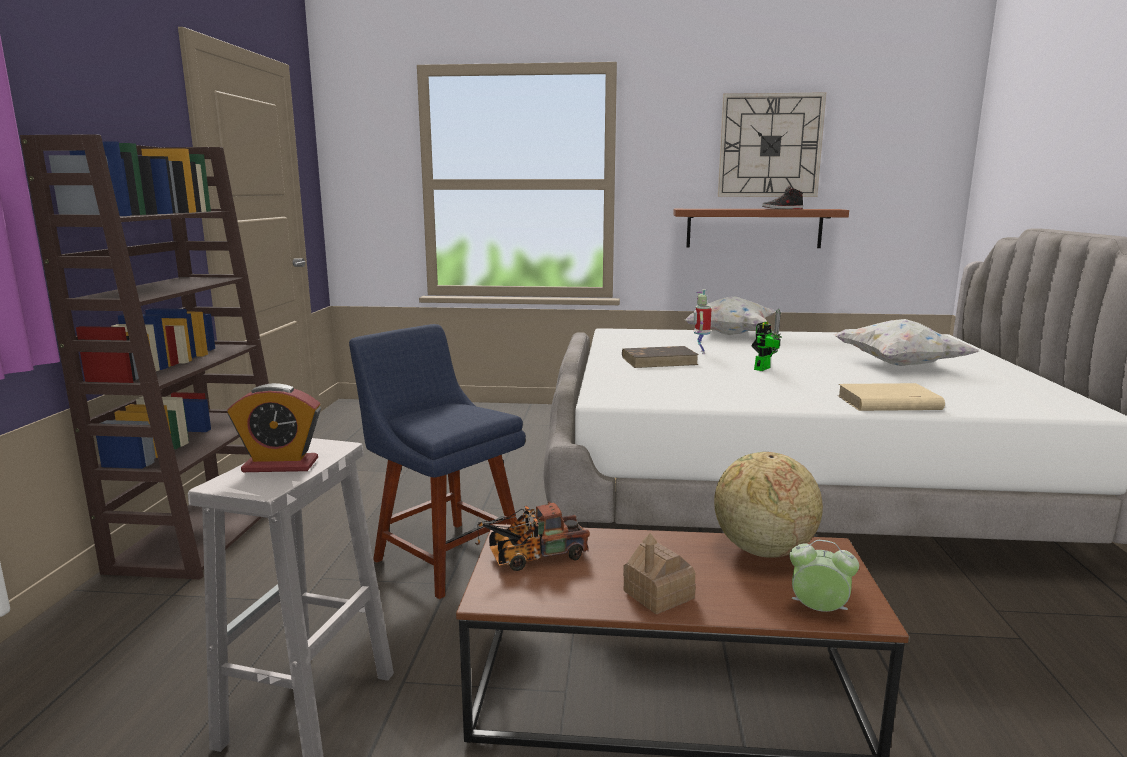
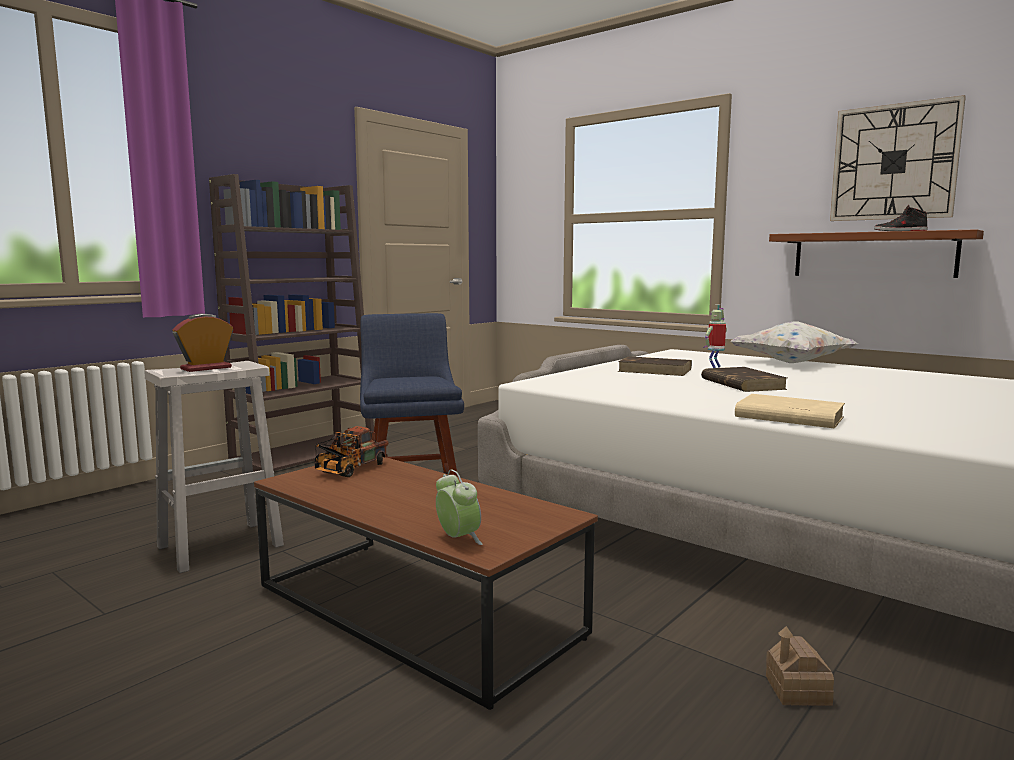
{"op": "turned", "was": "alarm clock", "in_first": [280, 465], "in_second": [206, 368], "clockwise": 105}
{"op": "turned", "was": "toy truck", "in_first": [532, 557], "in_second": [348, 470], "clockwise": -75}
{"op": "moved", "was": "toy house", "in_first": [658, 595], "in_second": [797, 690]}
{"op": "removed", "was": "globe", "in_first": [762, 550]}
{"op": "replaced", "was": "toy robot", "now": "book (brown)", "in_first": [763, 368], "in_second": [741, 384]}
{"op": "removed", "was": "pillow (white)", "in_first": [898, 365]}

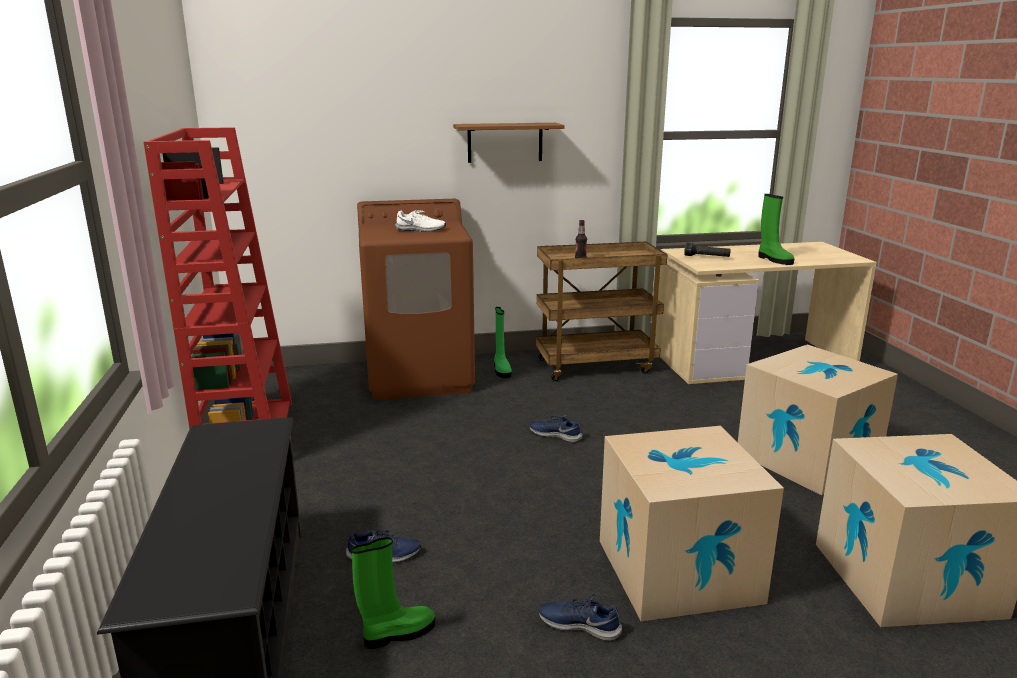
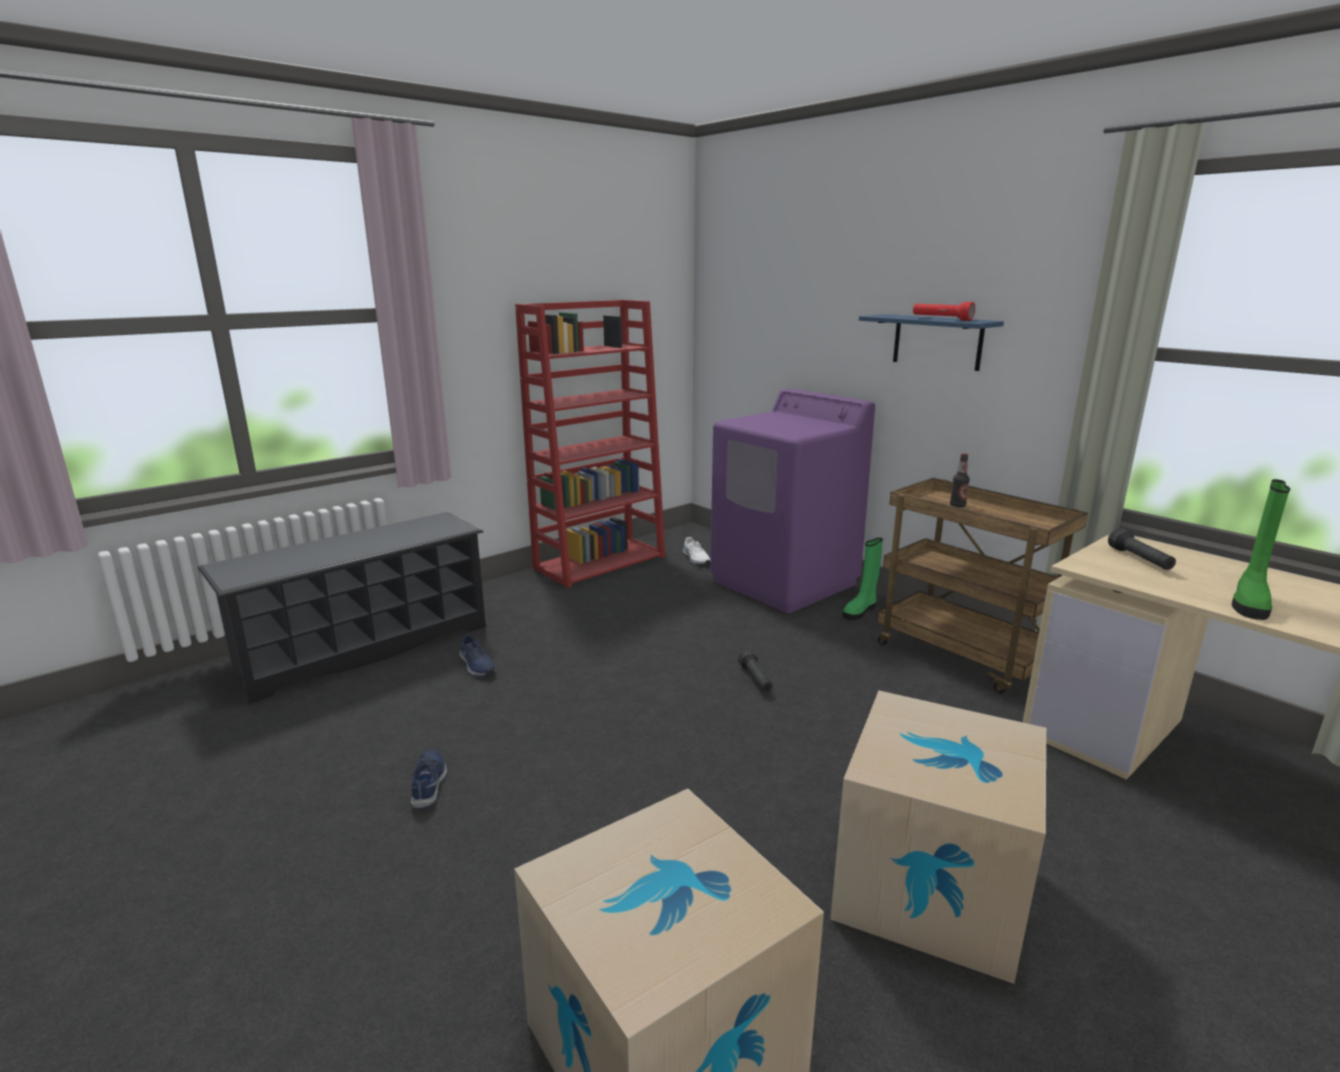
{"op": "removed", "was": "boot (green)", "in_first": [397, 634]}
{"op": "recoloured", "was": "washing machine (brown)", "now": "washing machine (purple)", "in_first": [420, 376], "in_second": [784, 582]}
{"op": "moved", "was": "shoe (white)", "in_first": [420, 230], "in_second": [696, 559]}
{"op": "recoloured", "was": "shelf (brown)", "now": "shelf (blue)", "in_first": [505, 142], "in_second": [937, 342]}
{"op": "replaced", "was": "shoe (blue)", "now": "flashlight (black)", "in_first": [555, 434], "in_second": [756, 679]}
{"op": "removed", "was": "cardboard box", "in_first": [678, 570]}
{"op": "added", "now": "flashlight (red)", "in_second": [941, 319]}

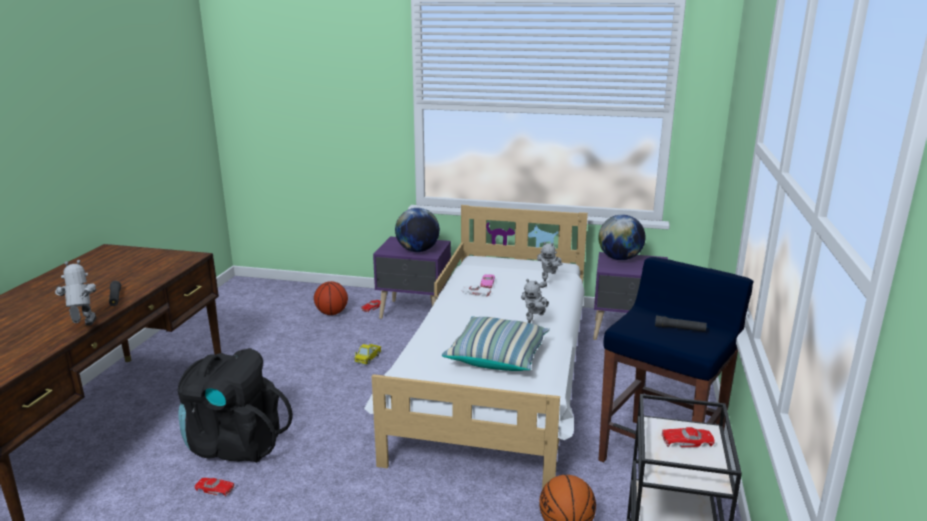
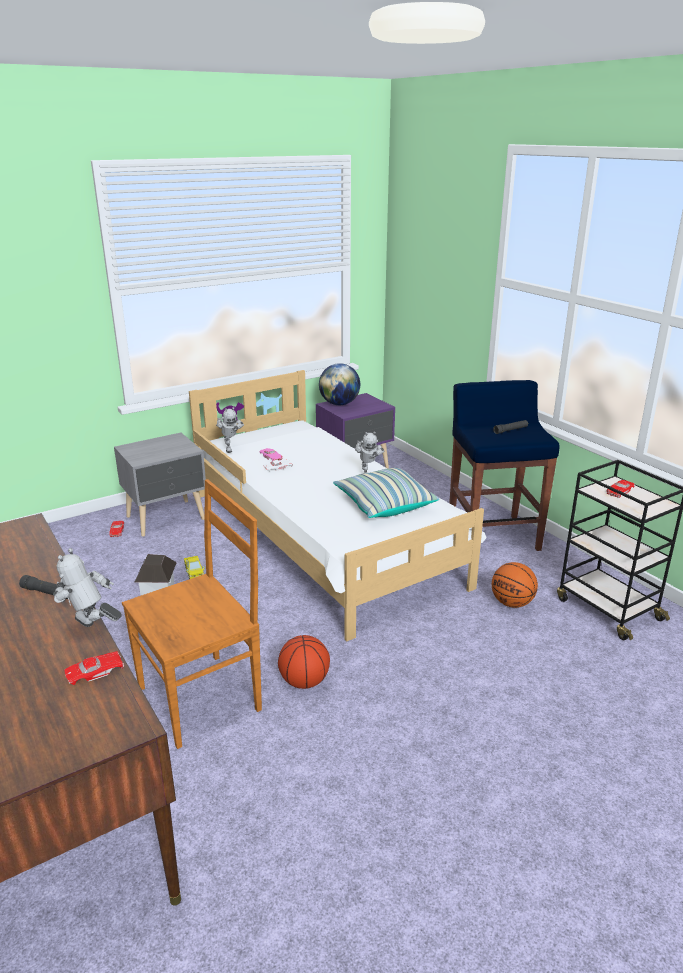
{"op": "replaced", "was": "backpack (black)", "now": "chair (brown)", "in_first": [234, 444], "in_second": [203, 697]}
{"op": "moved", "was": "toy car (red)", "in_first": [215, 489], "in_second": [95, 671]}
{"op": "moved", "was": "basketball", "in_first": [332, 313], "in_second": [304, 682]}
{"op": "recoloured", "was": "nightstand (purple)", "now": "nightstand (grey)", "in_first": [415, 313], "in_second": [167, 518]}
{"op": "removed", "was": "globe", "in_first": [417, 250]}
{"op": "moved", "was": "toy robot", "in_first": [548, 284], "in_second": [230, 448]}
{"op": "added", "now": "toy house", "in_second": [158, 589]}

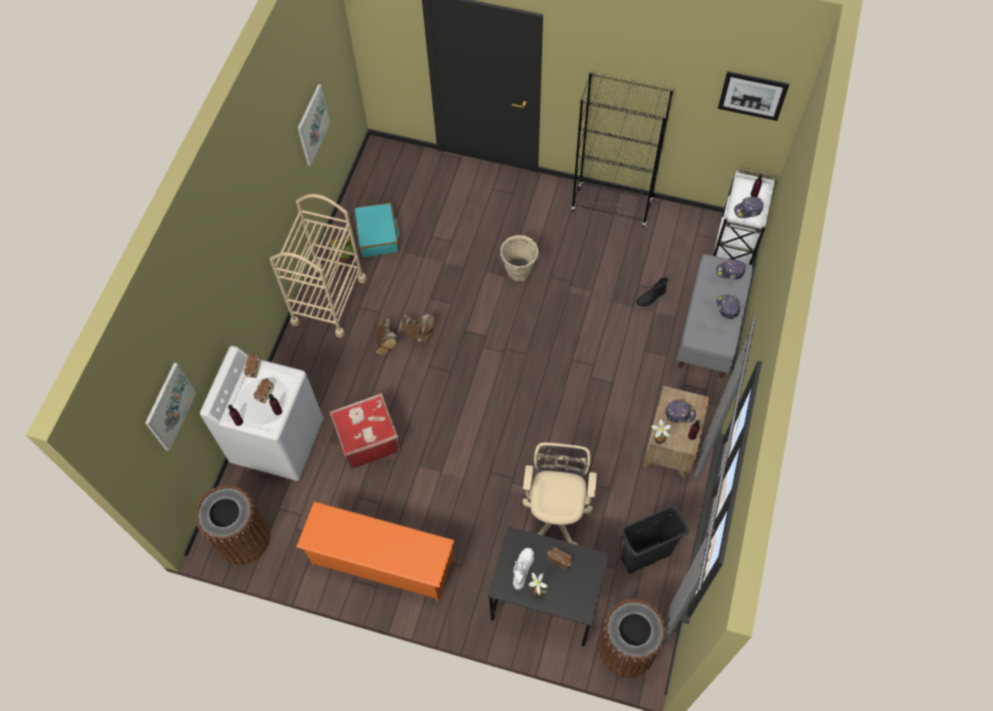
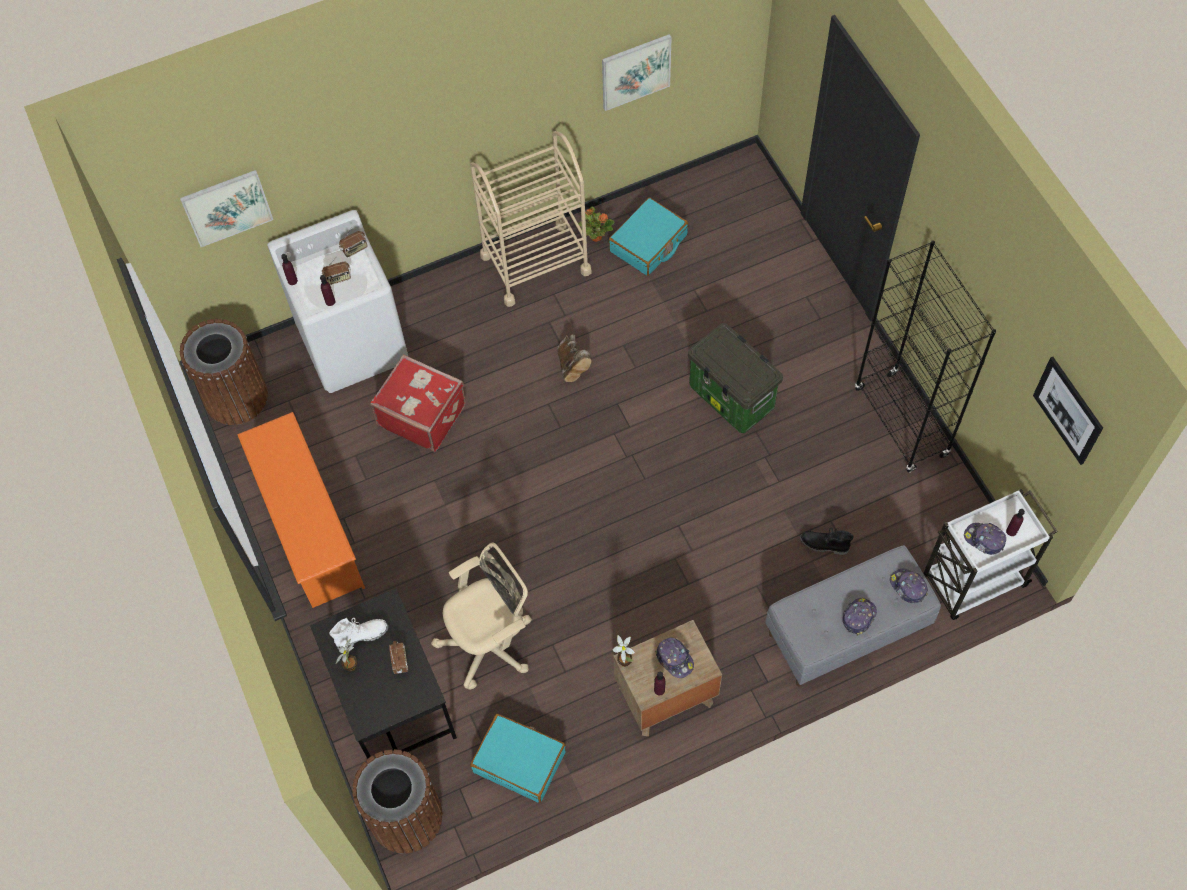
{"op": "removed", "was": "boot (brown)", "in_first": [386, 343]}
{"op": "replaced", "was": "bucket (beige)", "now": "storage box", "in_first": [519, 271], "in_second": [732, 398]}
{"op": "replaced", "was": "trash can (black)", "now": "suitcase (turquoise)", "in_first": [645, 556], "in_second": [519, 761]}

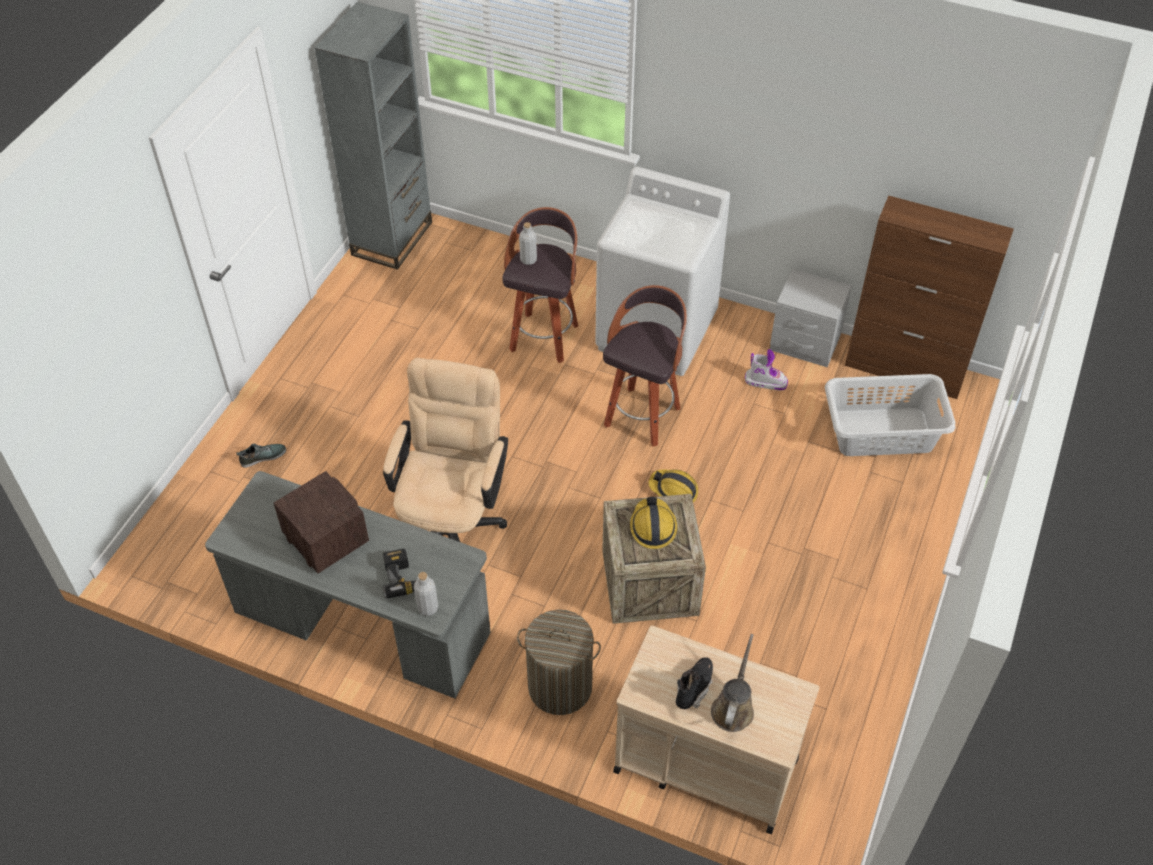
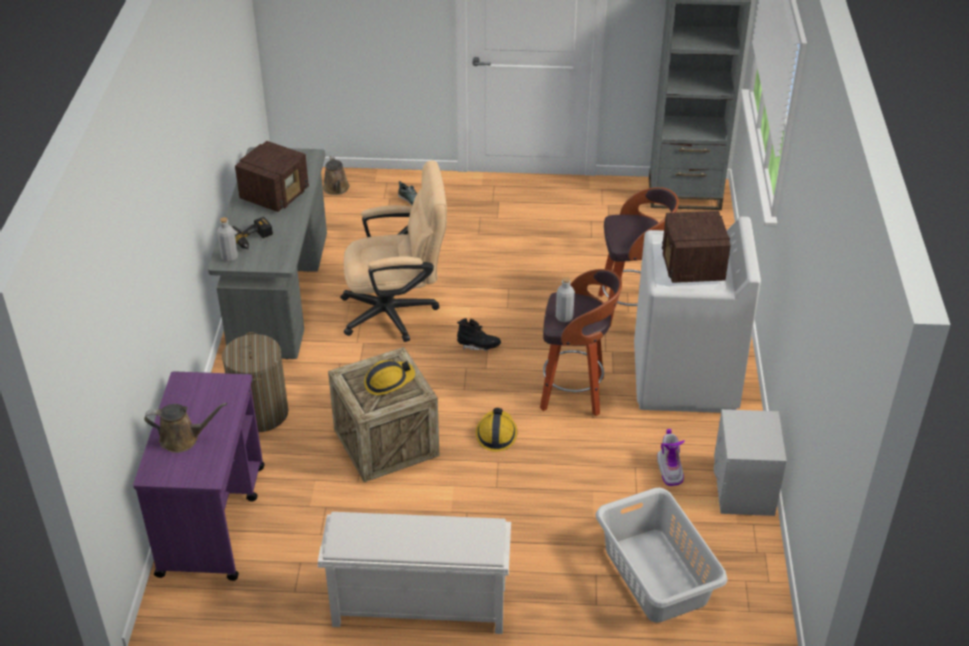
{"op": "moved", "was": "bottle (grey)", "in_first": [528, 260], "in_second": [564, 317]}
{"op": "recoloured", "was": "cart (beige)", "now": "cart (purple)", "in_first": [704, 764], "in_second": [213, 519]}
{"op": "moved", "was": "boot (black)", "in_first": [693, 688], "in_second": [478, 346]}
{"op": "removed", "was": "cabinet (brown)", "in_first": [905, 370]}
{"op": "added", "now": "shoe rack (white)", "in_second": [417, 607]}
{"op": "added", "now": "watering can (brown)", "in_second": [336, 189]}
{"op": "added", "now": "radio", "in_second": [692, 268]}

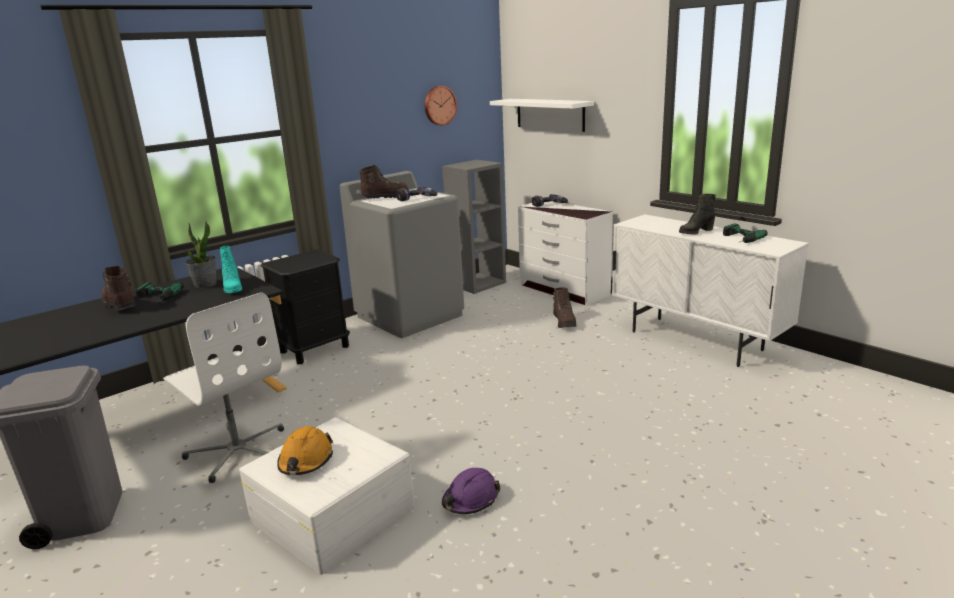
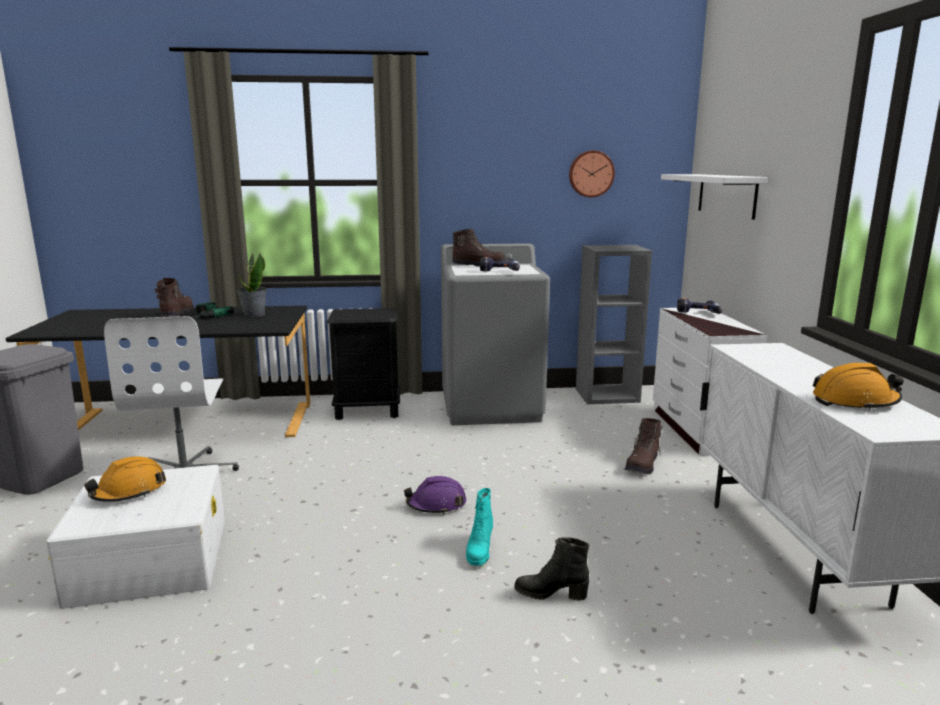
{"op": "moved", "was": "boot (turquoise)", "in_first": [232, 288], "in_second": [479, 551]}
{"op": "moved", "was": "hard hat (purple)", "in_first": [470, 499], "in_second": [436, 505]}
{"op": "moved", "was": "boot (black)", "in_first": [695, 232], "in_second": [550, 593]}
{"op": "replaced", "was": "power drill", "now": "hard hat (orange)", "in_first": [738, 239], "in_second": [855, 402]}

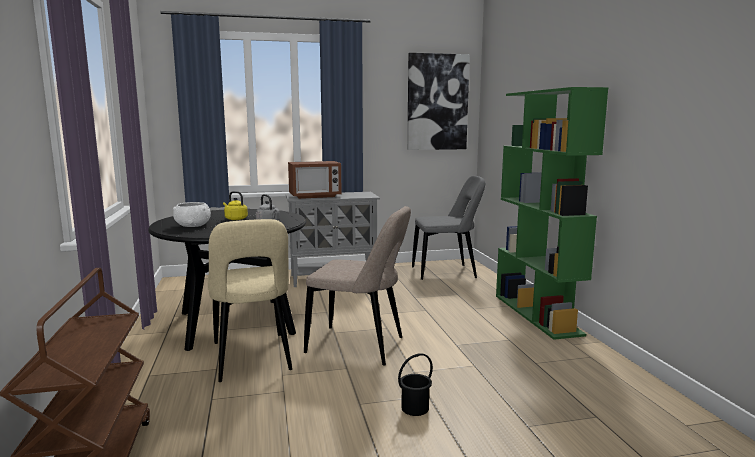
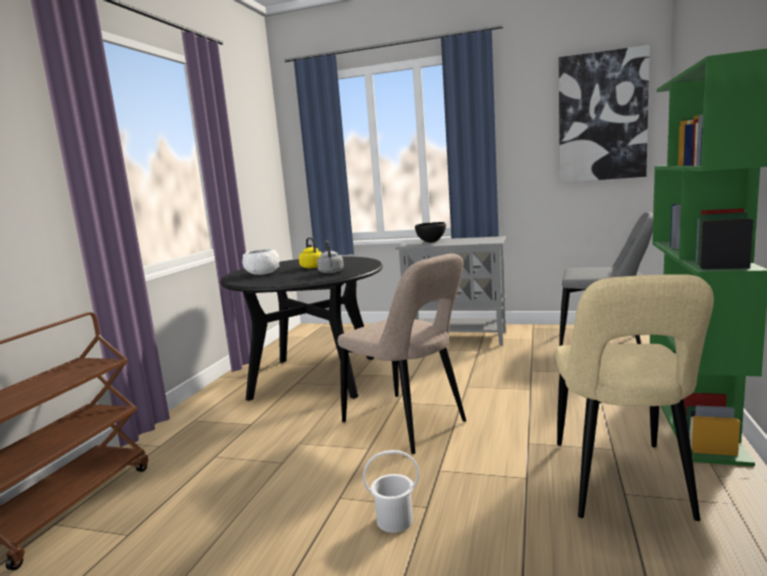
{"op": "moved", "was": "chair (beige)", "in_first": [252, 359], "in_second": [621, 483]}
{"op": "replaced", "was": "microwave", "now": "bowl (black)", "in_first": [315, 196], "in_second": [431, 242]}
{"op": "recoloured", "was": "bucket (black)", "now": "bucket (white)", "in_first": [414, 408], "in_second": [394, 520]}

